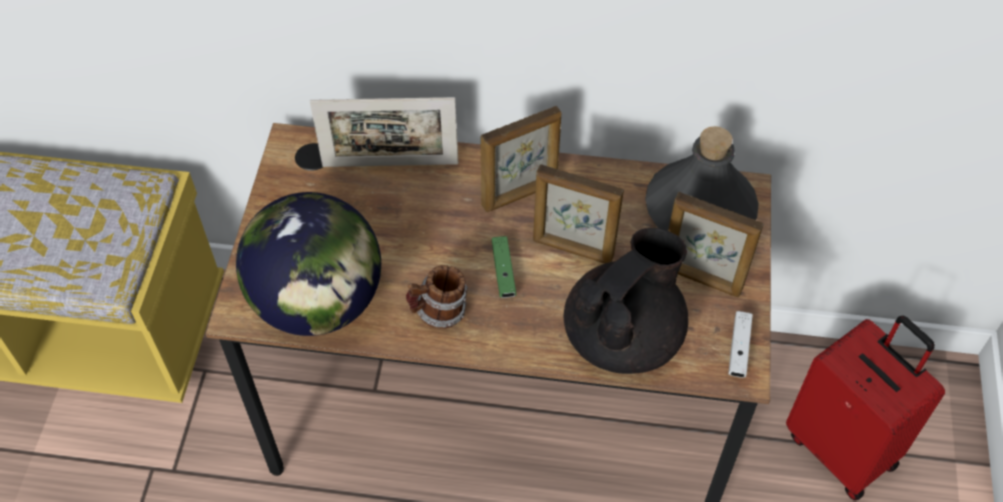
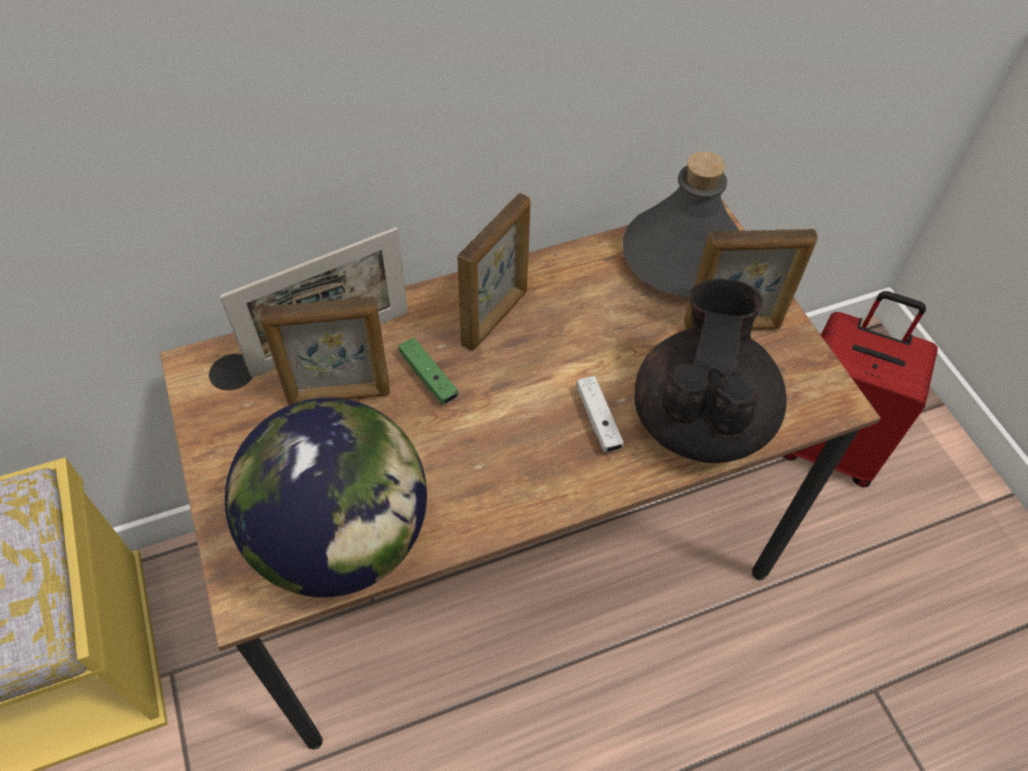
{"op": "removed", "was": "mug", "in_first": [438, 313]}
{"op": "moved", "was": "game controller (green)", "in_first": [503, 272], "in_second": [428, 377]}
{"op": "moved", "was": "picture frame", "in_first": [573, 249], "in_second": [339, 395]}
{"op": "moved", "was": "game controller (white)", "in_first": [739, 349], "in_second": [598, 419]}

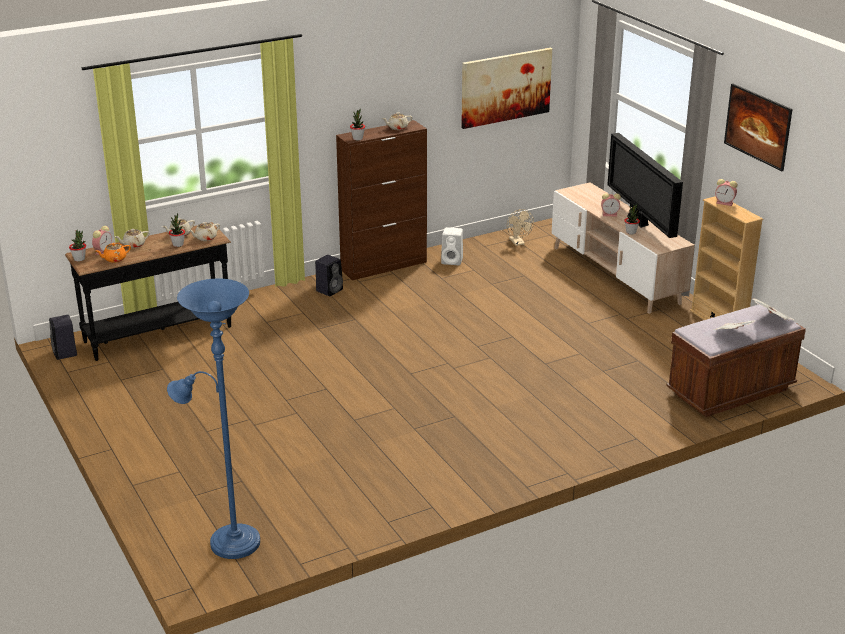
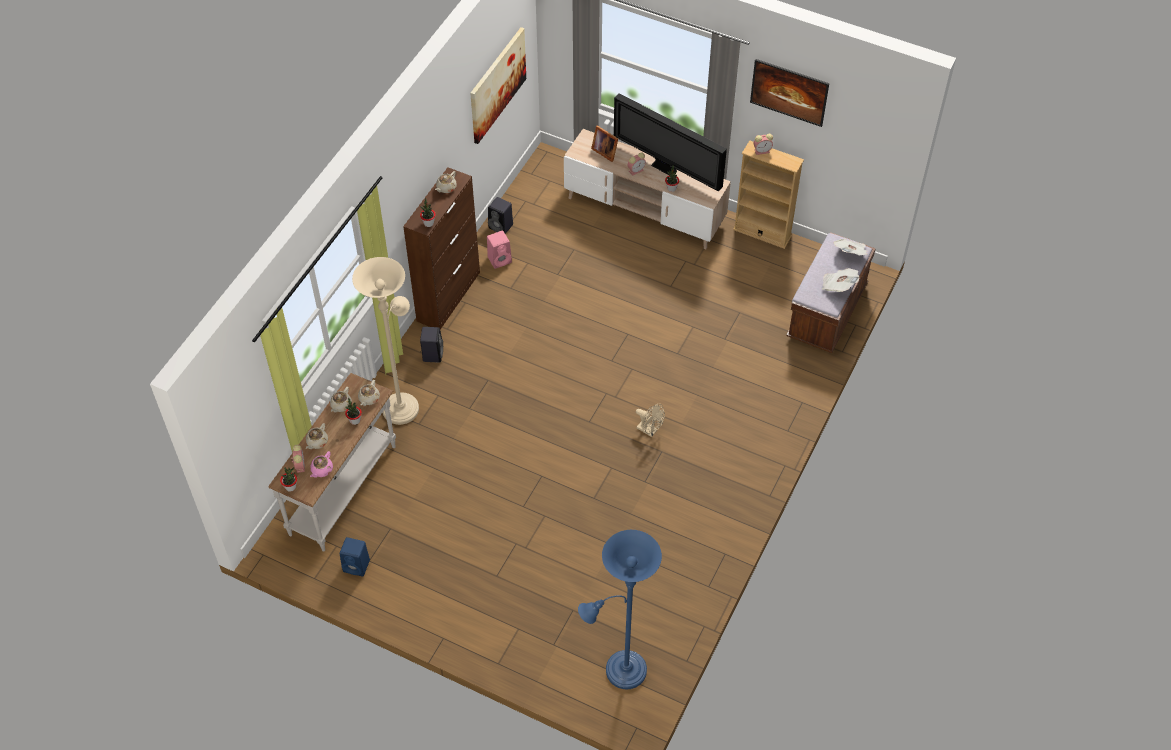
{"op": "moved", "was": "speaker (black)", "in_first": [65, 353], "in_second": [501, 226]}
{"op": "recoloured", "was": "console table (black)", "now": "console table (white)", "in_first": [158, 335], "in_second": [344, 490]}
{"op": "recoloured", "was": "teapot (orange)", "now": "teapot (pink)", "in_first": [114, 259], "in_second": [322, 470]}
{"op": "recoloured", "was": "speaker (white)", "now": "speaker (pink)", "in_first": [453, 261], "in_second": [500, 259]}
{"op": "moved", "was": "fan (beige)", "in_first": [518, 243], "in_second": [650, 430]}
{"op": "added", "now": "speaker (blue)", "in_second": [357, 566]}
{"op": "added", "now": "floor lamp (beige)", "in_second": [402, 405]}
{"op": "added", "now": "picture frame", "in_second": [605, 151]}

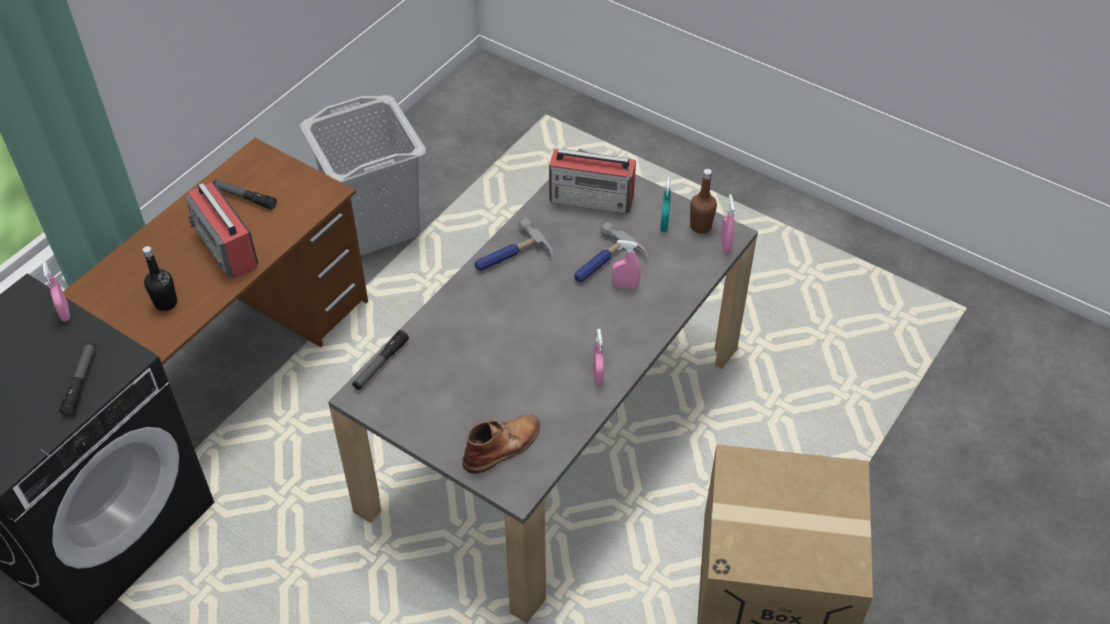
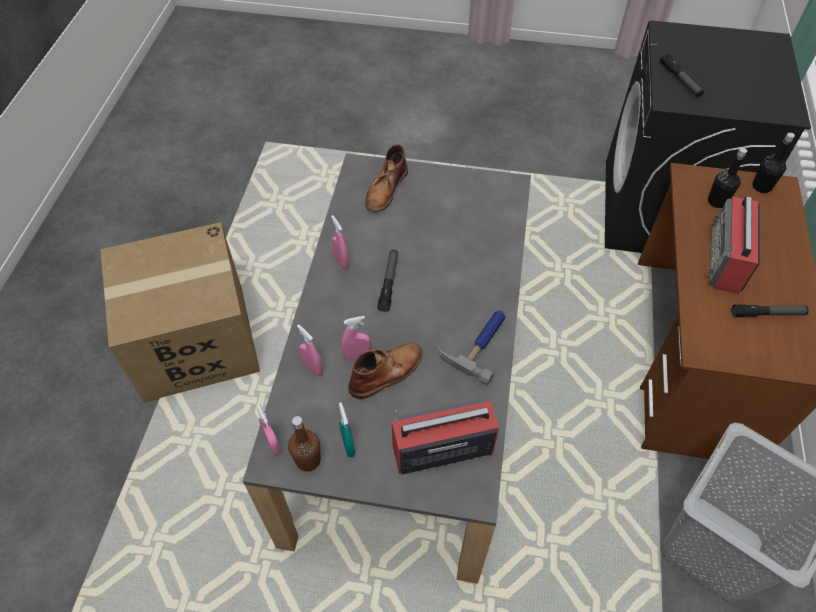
{"op": "moved", "was": "spray bottle (pink)", "in_first": [65, 313], "in_second": [312, 367]}
{"op": "turned", "was": "radio", "in_first": [227, 248], "in_second": [725, 261], "clockwise": -105}
{"op": "moved", "was": "flashlight", "in_first": [380, 364], "in_second": [389, 283]}
{"op": "replaced", "was": "hammer", "now": "boot (brown)", "in_first": [605, 263], "in_second": [387, 372]}
{"op": "added", "now": "bottle (black)", "in_second": [761, 186]}

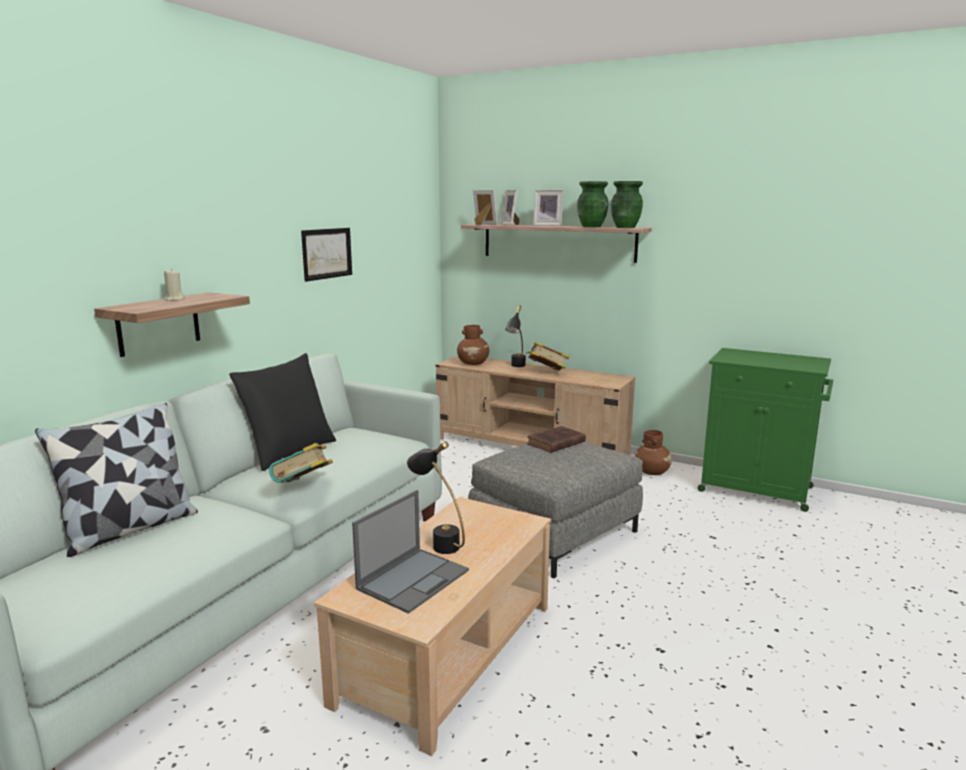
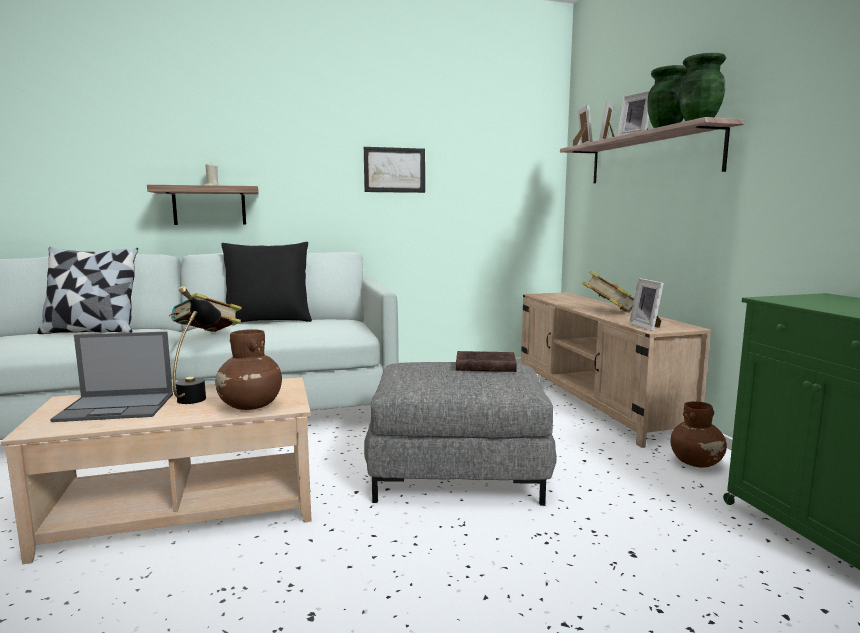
{"op": "moved", "was": "vase (brown)", "in_first": [473, 363], "in_second": [250, 406]}
{"op": "removed", "was": "table lamp (black)", "in_first": [516, 367]}
{"op": "added", "now": "picture frame", "in_second": [647, 327]}

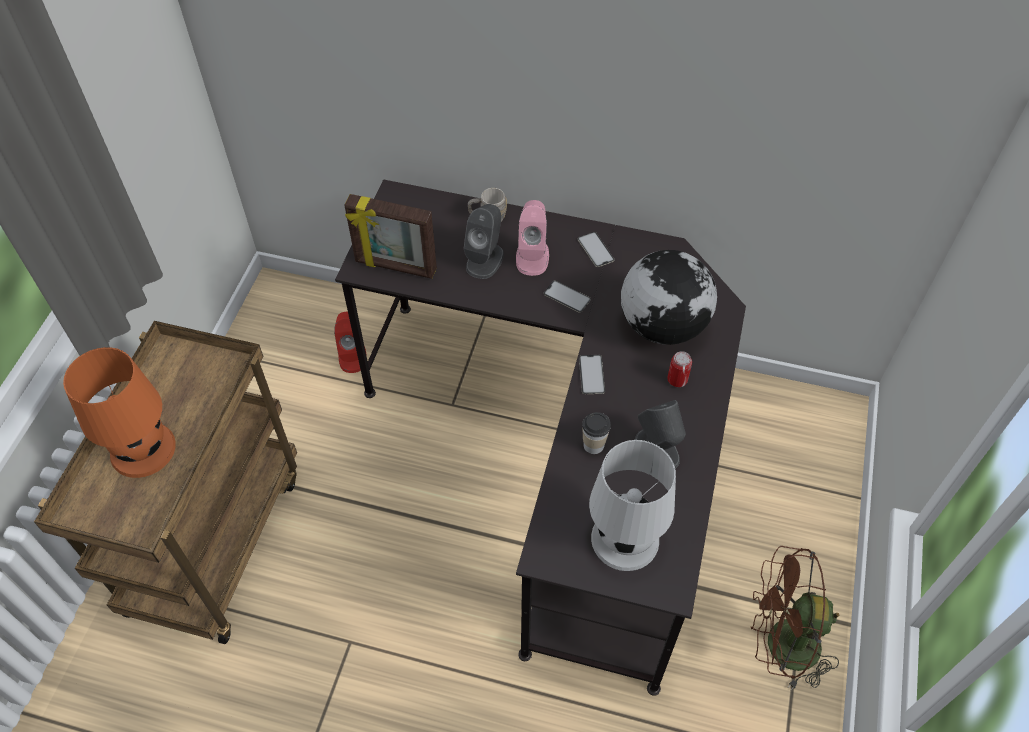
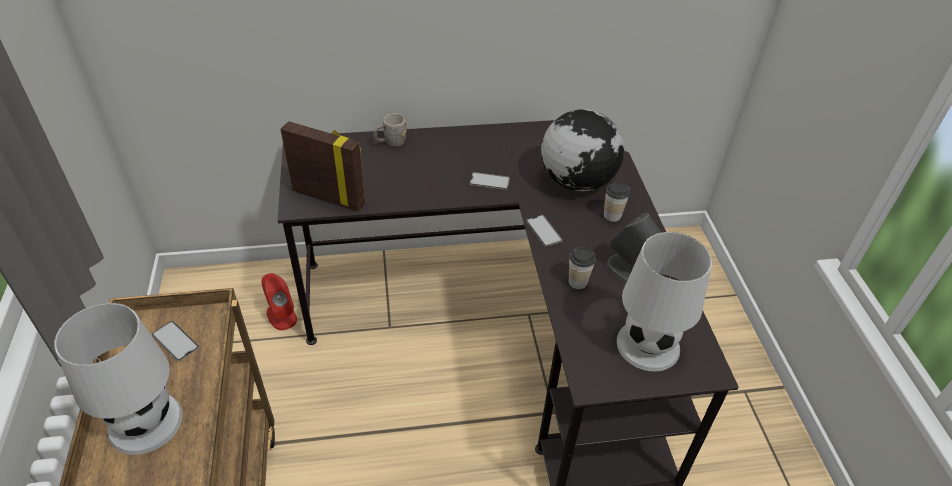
{"op": "recoloured", "was": "table lamp (orange)", "now": "table lamp (white)", "in_first": [143, 448], "in_second": [145, 421]}
{"op": "turned", "was": "picture frame", "in_first": [395, 267], "in_second": [329, 197], "clockwise": -150}
{"op": "removed", "was": "speaker (grey)", "in_first": [485, 260]}
{"op": "removed", "was": "speaker (pink)", "in_first": [532, 256]}
{"op": "moved", "was": "phone", "in_first": [595, 250], "in_second": [175, 341]}
{"op": "replaced", "was": "can", "now": "cup", "in_first": [677, 380], "in_second": [612, 215]}
{"op": "removed", "was": "fan (brown)", "in_first": [780, 646]}

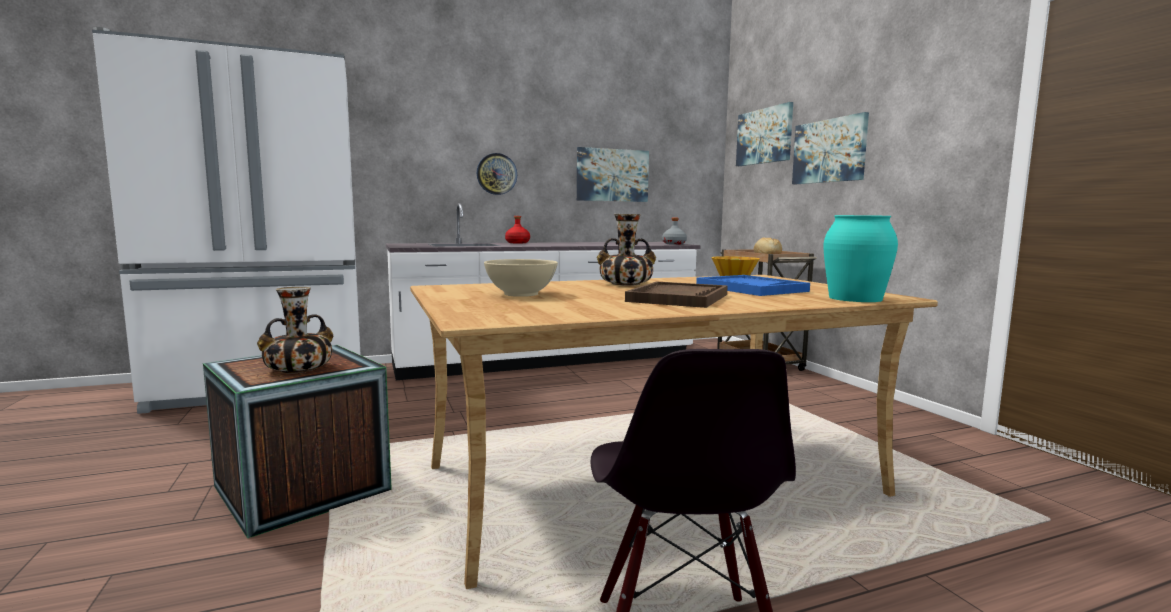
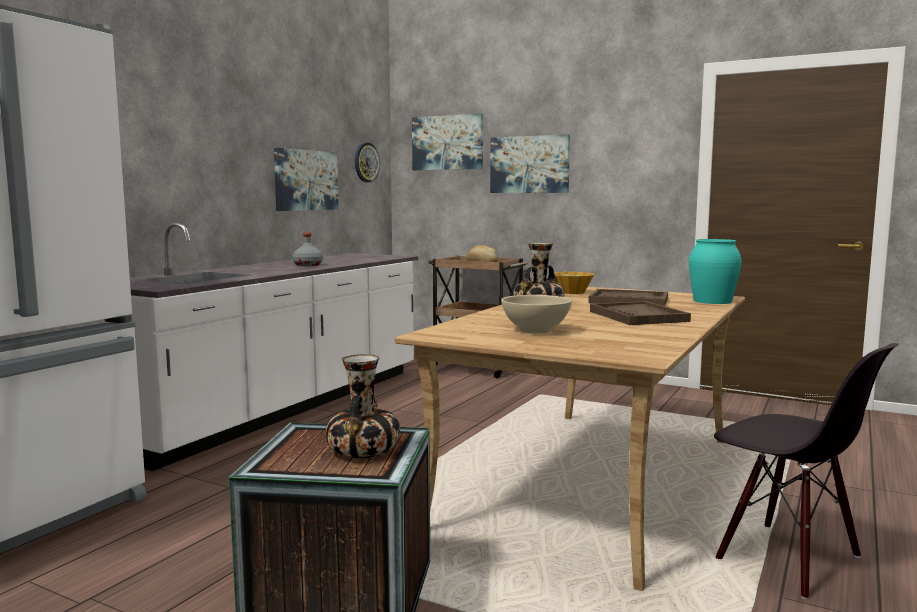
{"op": "moved", "was": "wall clock", "in_first": [496, 174], "in_second": [366, 162]}
{"op": "removed", "was": "bottle (red)", "in_first": [517, 243]}
{"op": "moved", "was": "bottle (grey)", "in_first": [674, 244], "in_second": [308, 265]}
{"op": "recoloured", "was": "tray (blue)", "now": "tray (brown)", "in_first": [750, 288], "in_second": [628, 301]}

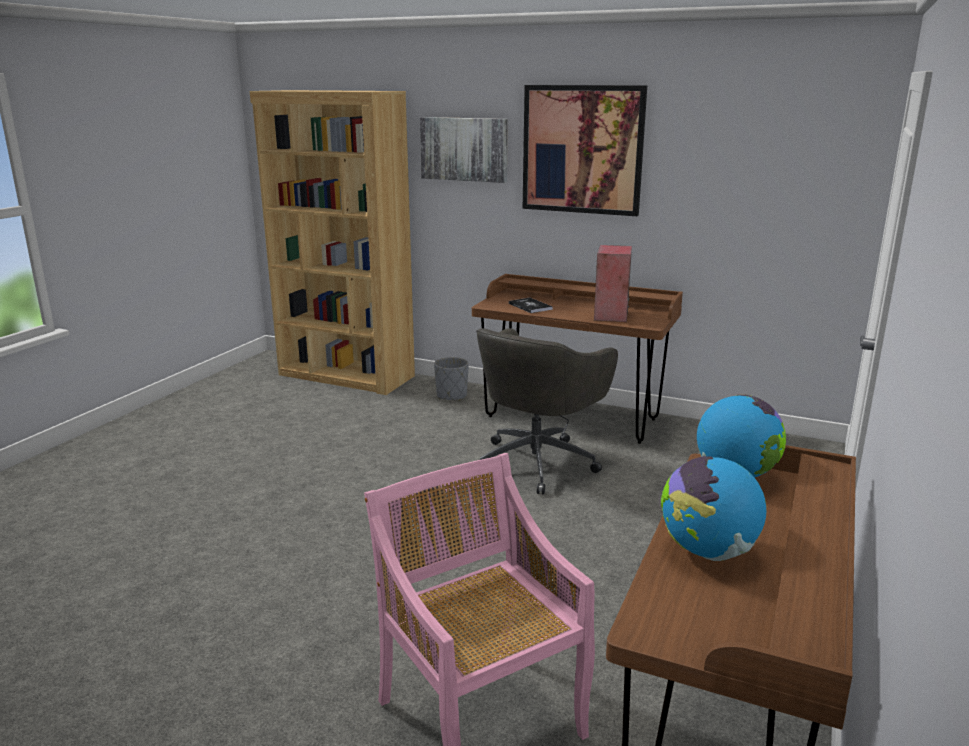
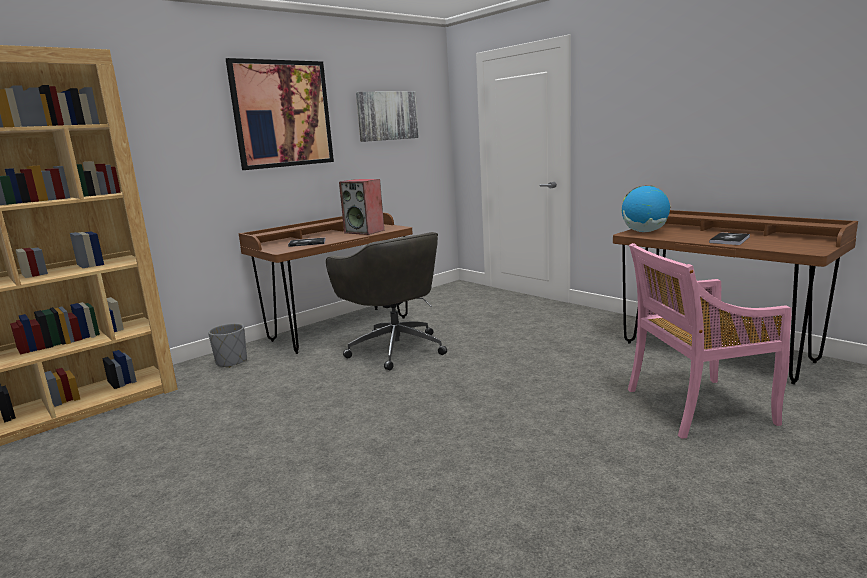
{"op": "moved", "was": "picture", "in_first": [464, 149], "in_second": [387, 116]}
{"op": "replaced", "was": "globe", "now": "book", "in_first": [707, 551], "in_second": [729, 240]}

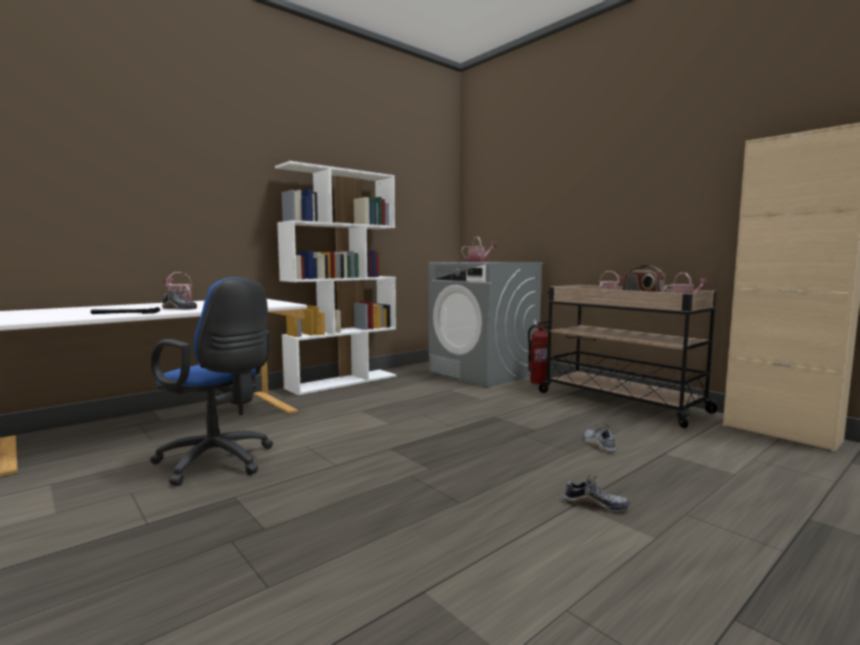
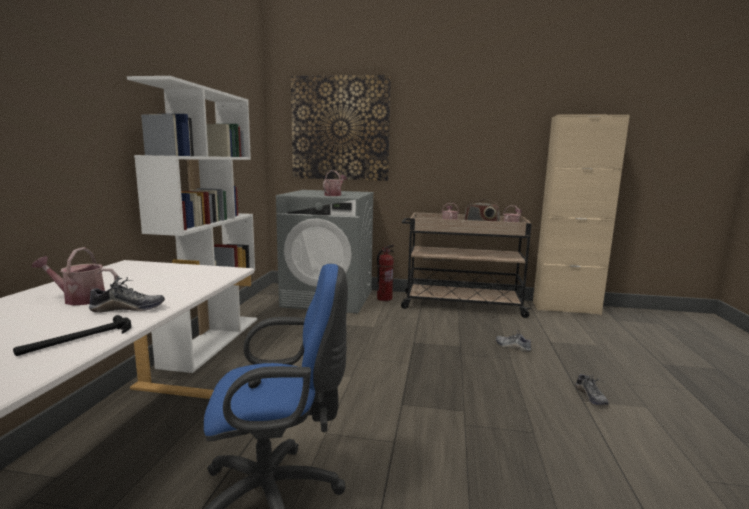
{"op": "turned", "was": "shoe", "in_first": [595, 505], "in_second": [591, 397], "clockwise": 105}
{"op": "added", "now": "picture", "in_second": [340, 128]}

